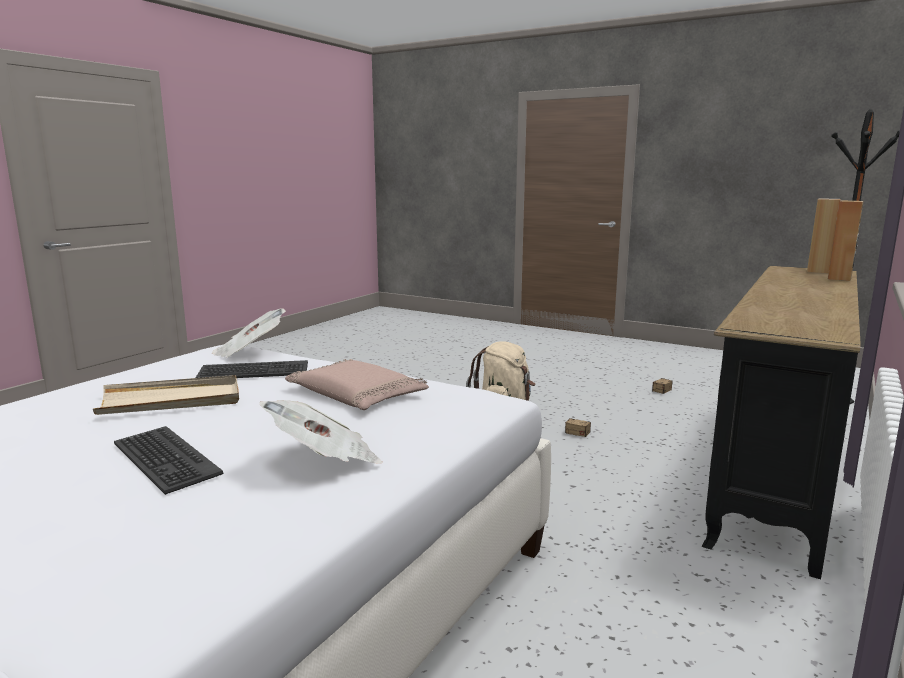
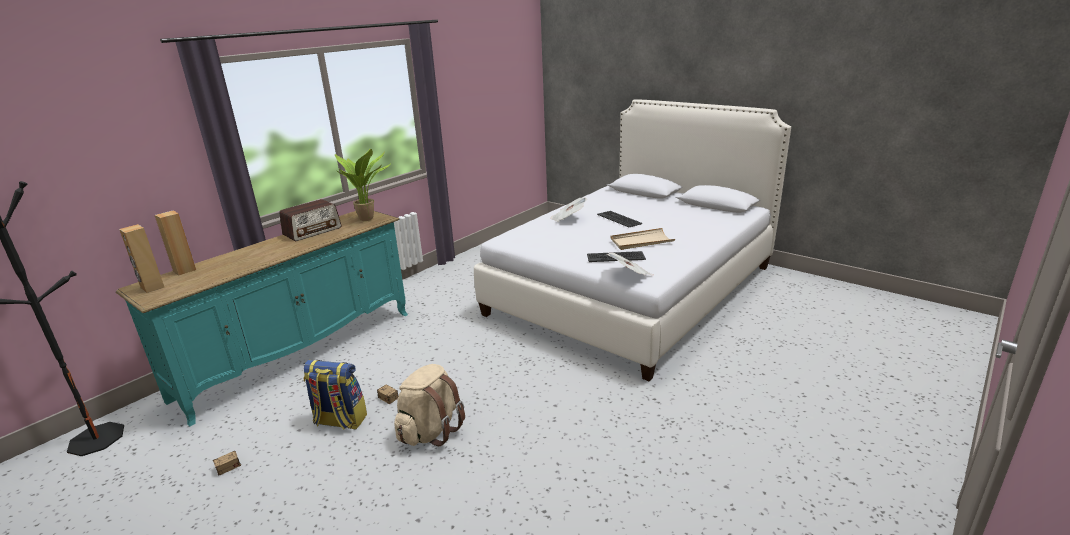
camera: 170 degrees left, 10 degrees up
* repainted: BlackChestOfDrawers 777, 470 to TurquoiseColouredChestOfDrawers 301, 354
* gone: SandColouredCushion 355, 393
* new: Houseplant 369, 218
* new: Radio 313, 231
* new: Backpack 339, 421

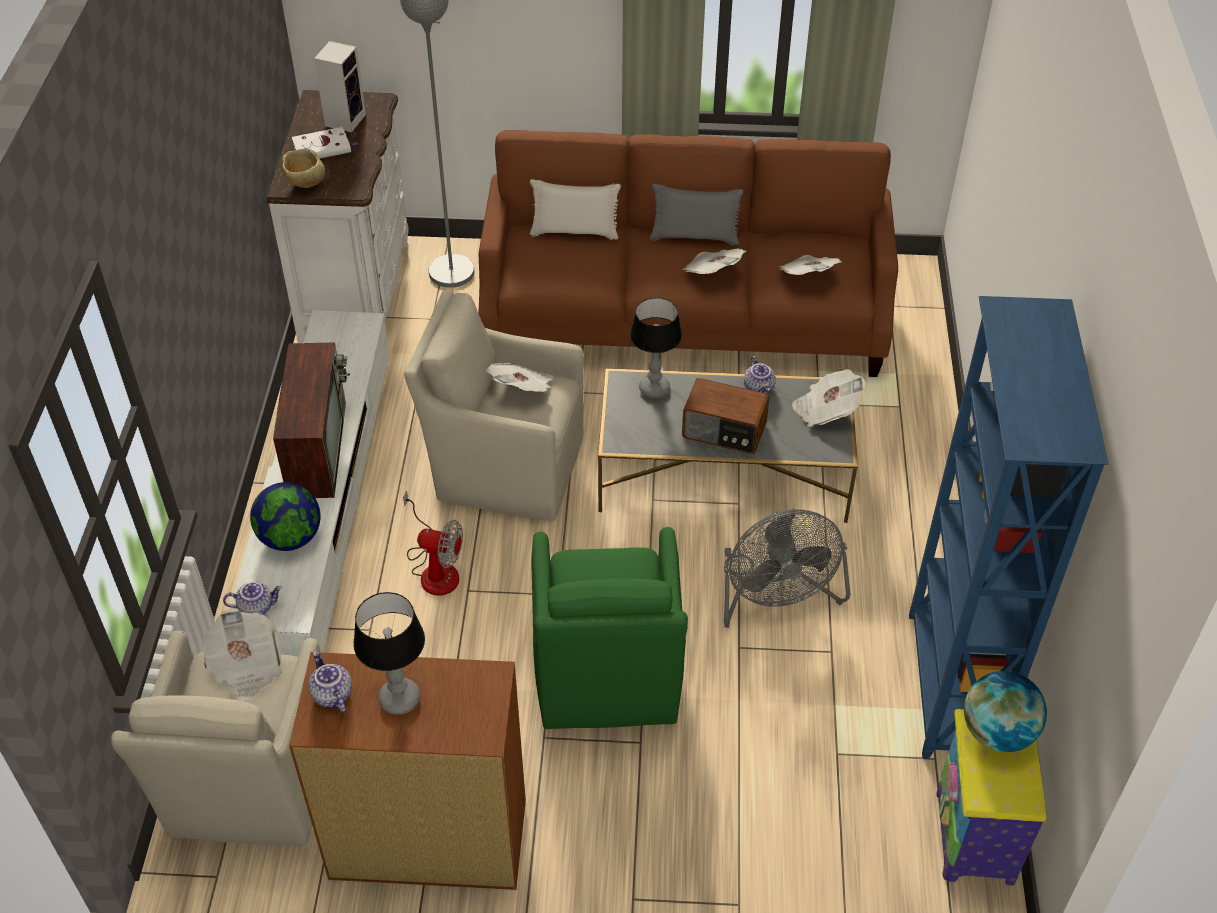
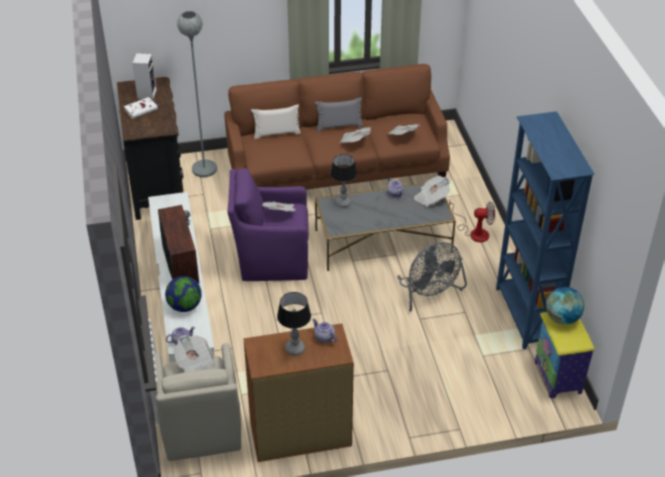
camera: 15 degrees left, 5 degrees down
* repainted: WhitishChestOfDrawers 359, 292 to BlackChestOfDrawers 158, 187
* gone: SandColouredBowl 305, 183
* repainted: SandColouredArmchair 505, 467 to PurpleColouredArmchair 271, 259
* gone: Radio 724, 431
* shifted: CoolingFan 435, 569 to 474, 232
* gone: GreenishArmchair 606, 676
* shifted: PotForTea 331, 694 to 324, 338

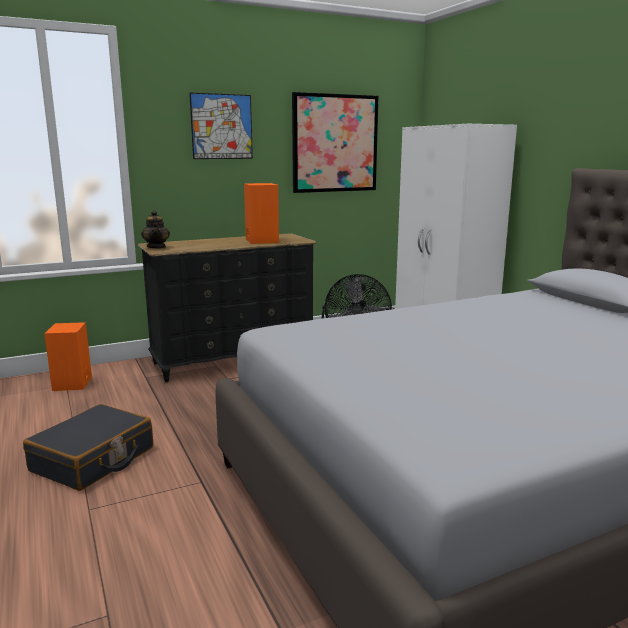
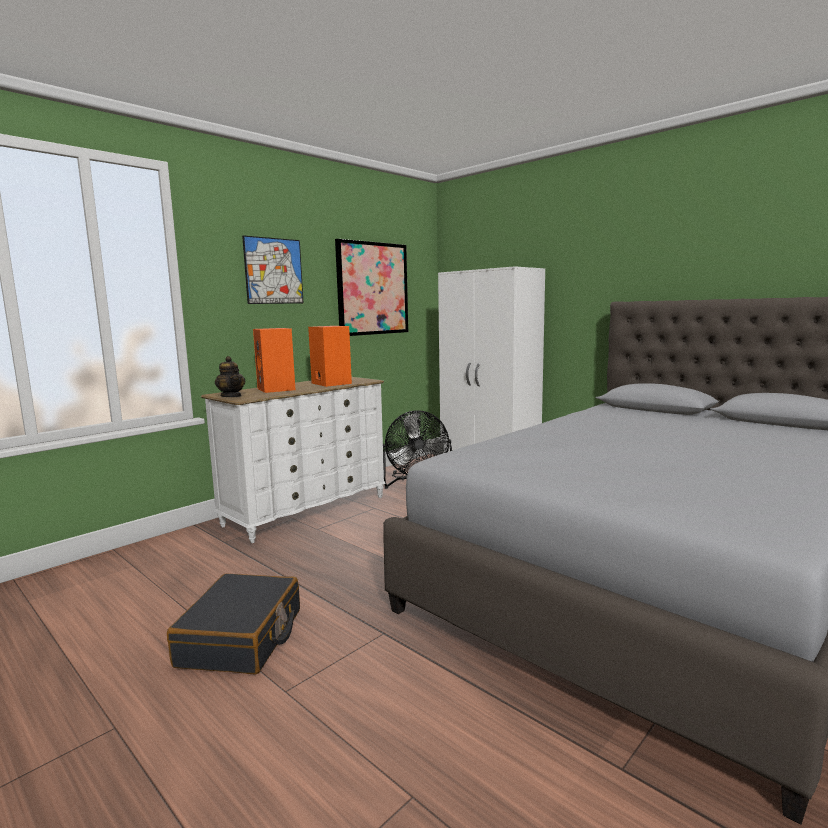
camera: 20 degrees left, 5 degrees down
* repainted: BlackChestOfDrawers 234, 360 to WhitishChestOfDrawers 307, 511
* shifted: OrangeSpeaker 73, 384 to 277, 389

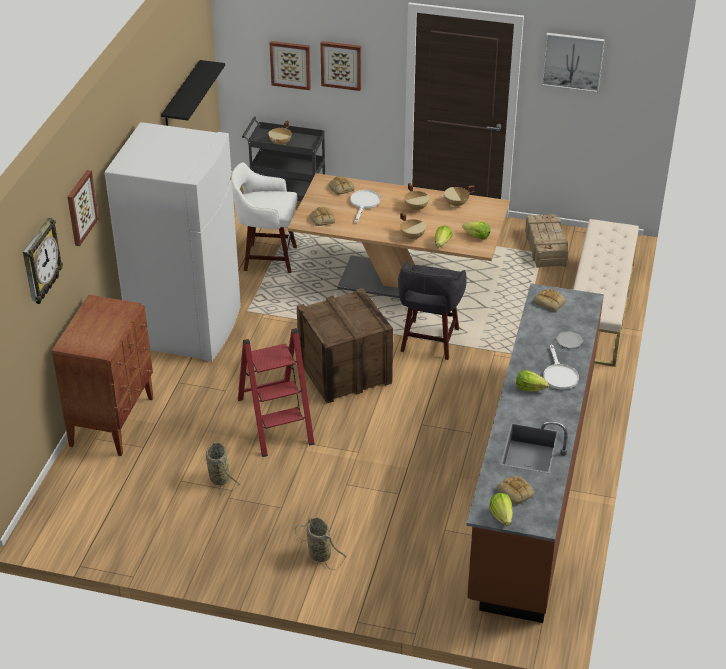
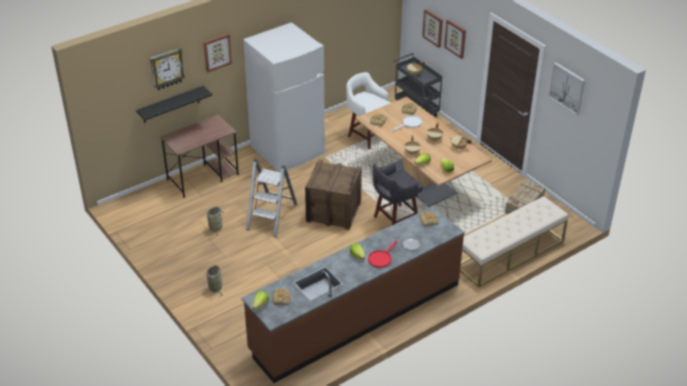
camera: 40 degrees right, 0 degrees up
* shifted: BlackBracketShelf 181, 98 to 171, 105
* swapped: BrownishChestOfDrawers 114, 421 to BrownishDeskTable 203, 177
* repainted: RedColouredStepladder 275, 420 to GreyStepladder 272, 216
* repainted: WhitishFryingPan 559, 375 to RedColouredFryingPan 381, 258

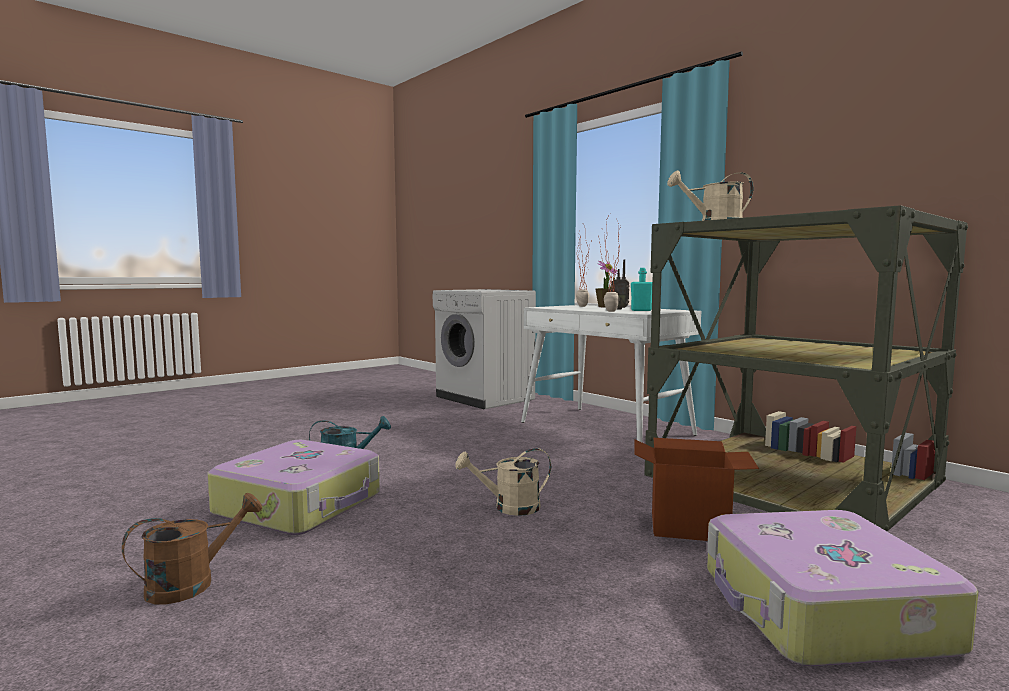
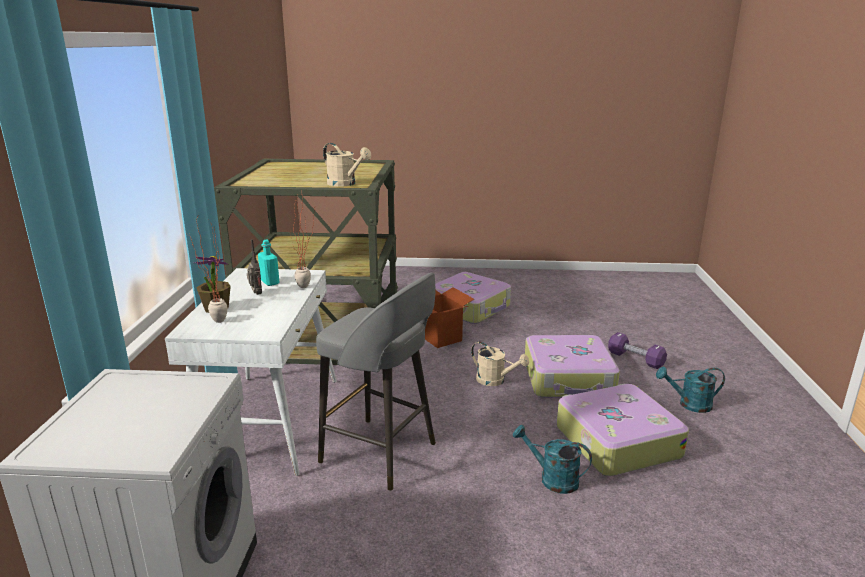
camera: 135 degrees left, 15 degrees up
* repainted: BrownishWateringCan 192, 583 to TurquoiseColouredWateringCan 689, 404
* new: GreyStool 381, 454
* new: PurpleColouredFreeWeight 635, 359
* new: TravelCase 569, 379

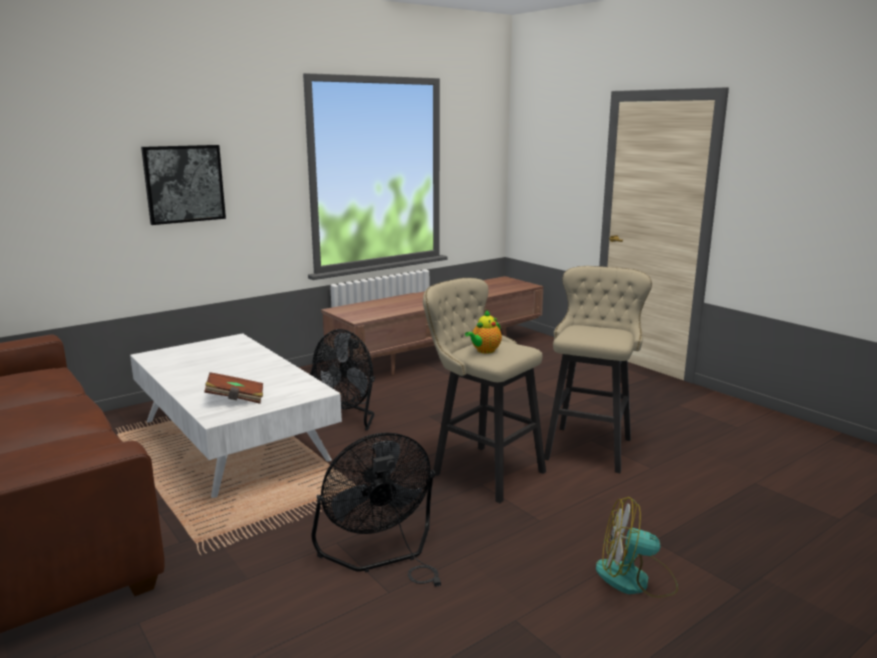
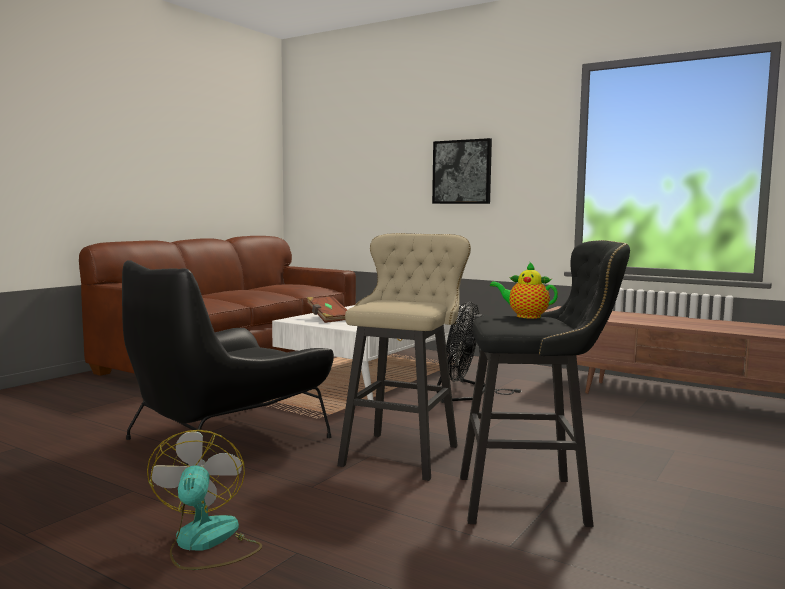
camera: 70 degrees right, 10 degrees down
* repainted: SandColouredStool 590, 444 to BlackStool 539, 500
* shifted: PotForTea 484, 351 to 525, 316
* swapped: BlackCoolingFan 387, 554 to BlackArmchair 226, 437

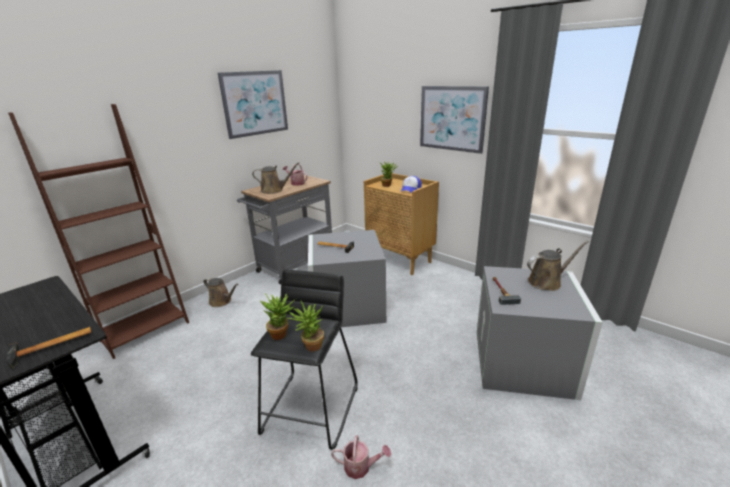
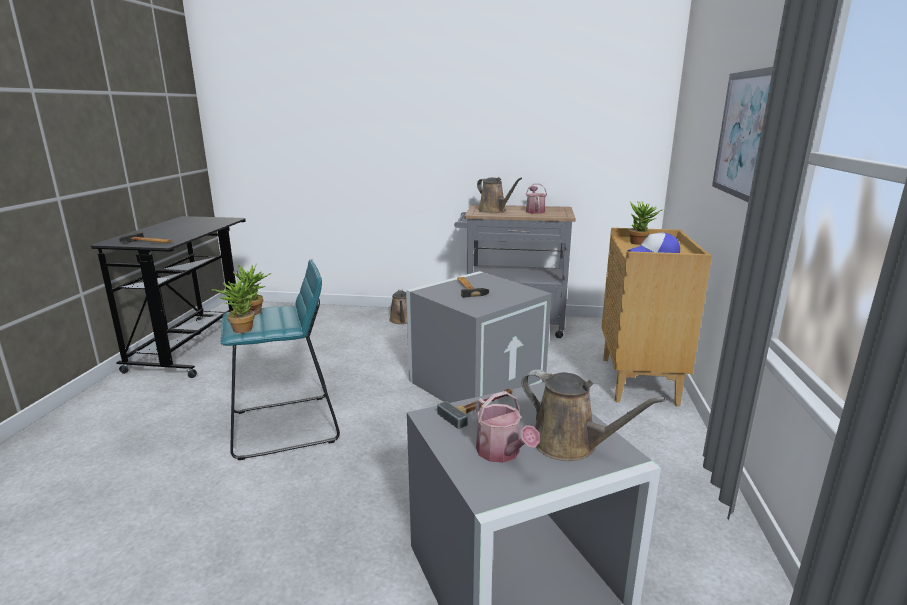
camera: 55 degrees right, 5 degrees down
* gone: WallPicture 255, 103
* gone: BrownishShelvingUnit 145, 331
* repainted: BlackStool 311, 409 to TurquoiseColouredStool 285, 426
* shifted: WateringCan 361, 467 to 501, 453

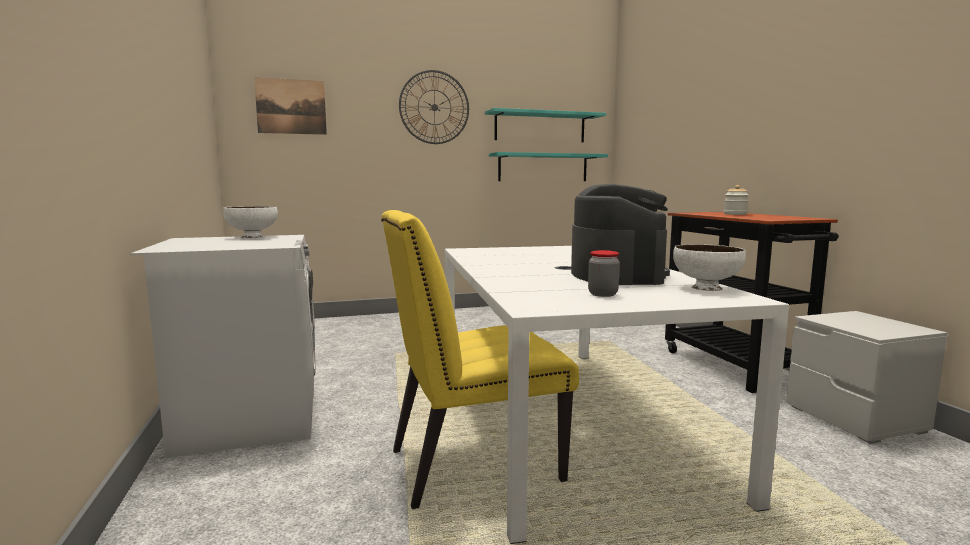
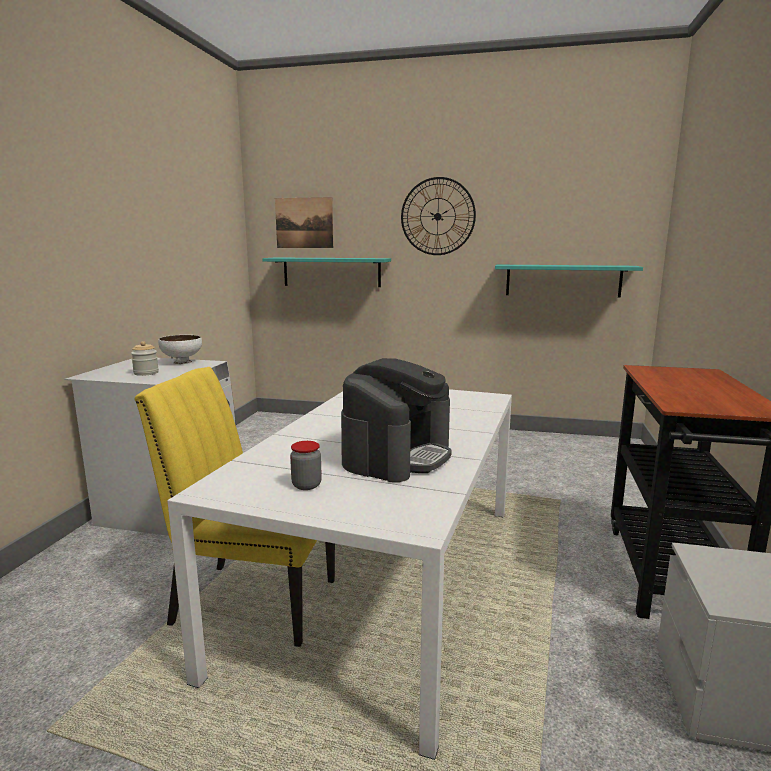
camera: 30 degrees right, 5 degrees up
* shifted: TurquoiseColouredBracketShelf 540, 127 to 331, 272
* shifted: Jar 735, 214 to 146, 373
* gone: WhitishBowl 705, 288

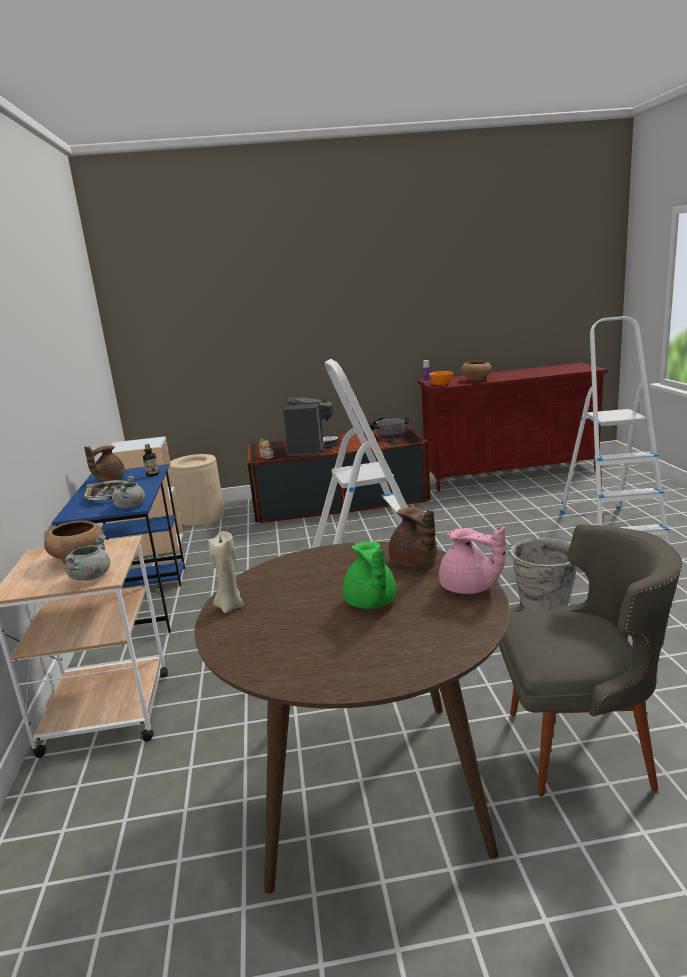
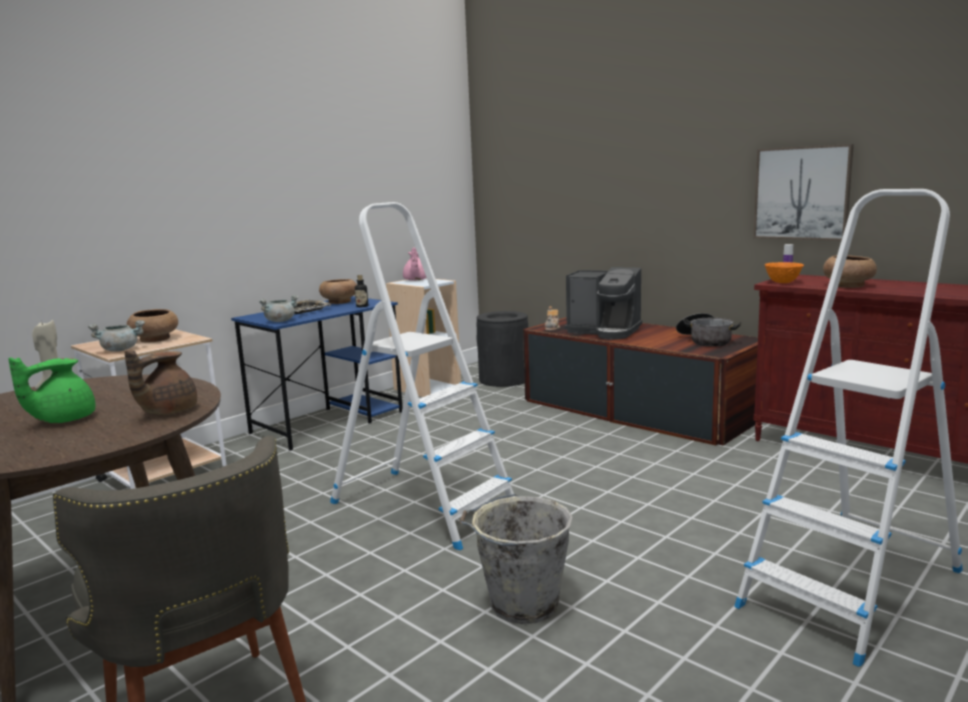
camera: 50 degrees right, 5 degrees down
* rotated: CoffeeBrewer 310, 448 = 605, 332 60 degrees clockwise
* swapped: BrownishPotForTea 109, 479 to BrownishBowl 339, 302
* repainted: SandColouredTrashCan 201, 517 to BlackTrashCan 504, 379
* shifted: PinkPotForTea 469, 588 to 415, 280
* new: WallPicture 802, 193

